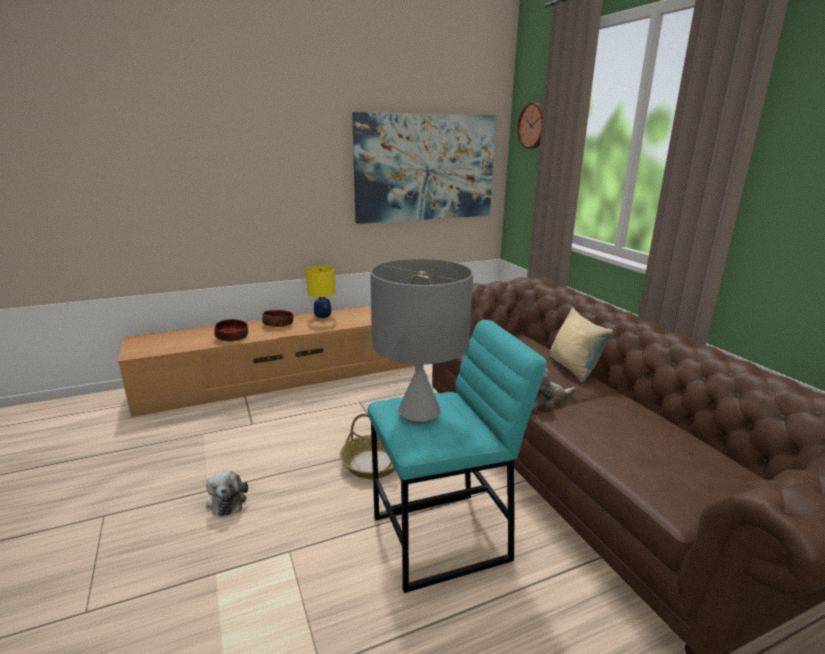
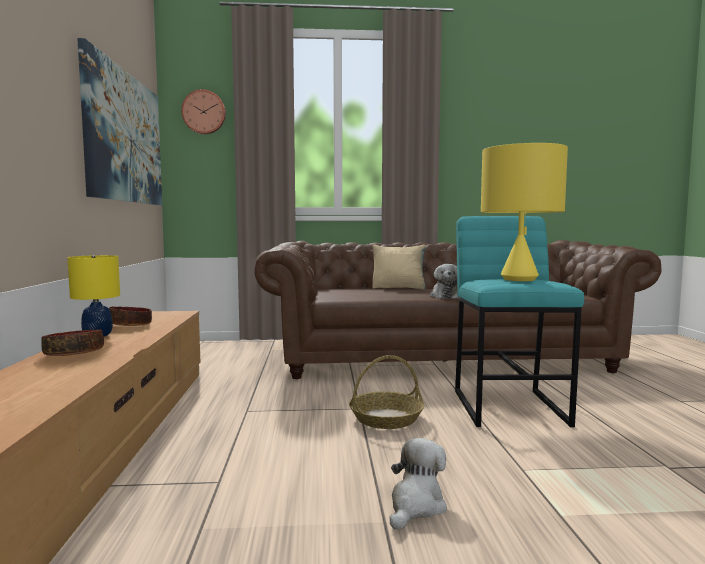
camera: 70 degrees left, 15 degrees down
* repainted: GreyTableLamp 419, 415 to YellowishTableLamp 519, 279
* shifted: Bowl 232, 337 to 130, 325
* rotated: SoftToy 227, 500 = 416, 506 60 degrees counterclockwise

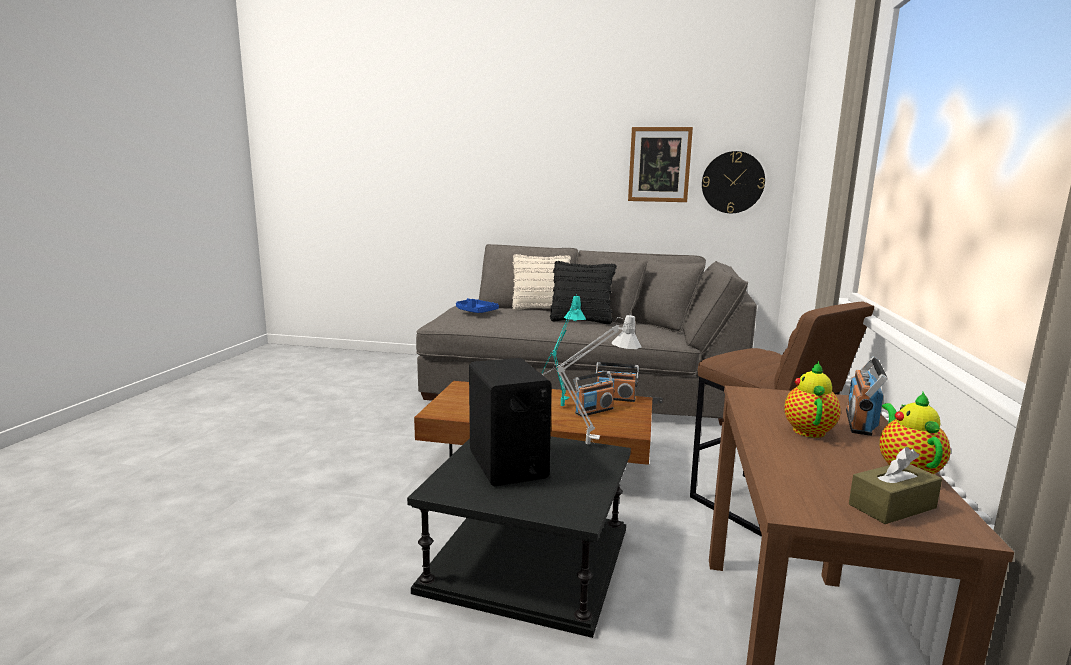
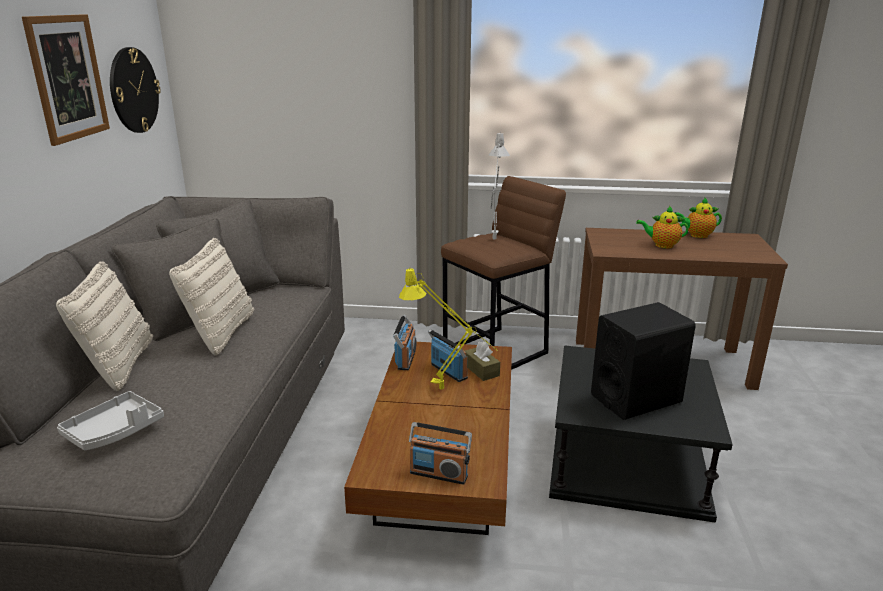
camera: 95 degrees left, 10 degrees up
* repainted: BlackCushion 581, 321 to SandColouredCushion 221, 334
* repainted: TurquoiseColouredTableLamp 560, 409 to YellowishTableLamp 448, 391
* repainted: BlueServingTray 475, 312 to GreyServingTray 115, 431
* shifted: GreyTableLamp 580, 444 to 494, 242
* shifted: Radio 859, 422 to 439, 474
* shifted: BrownishBoxOfTissues 892, 506 to 481, 370

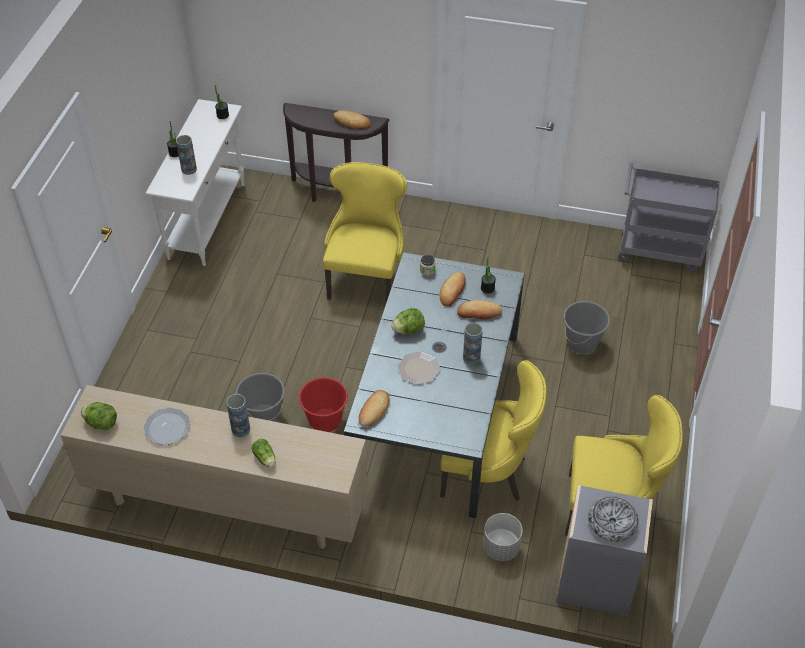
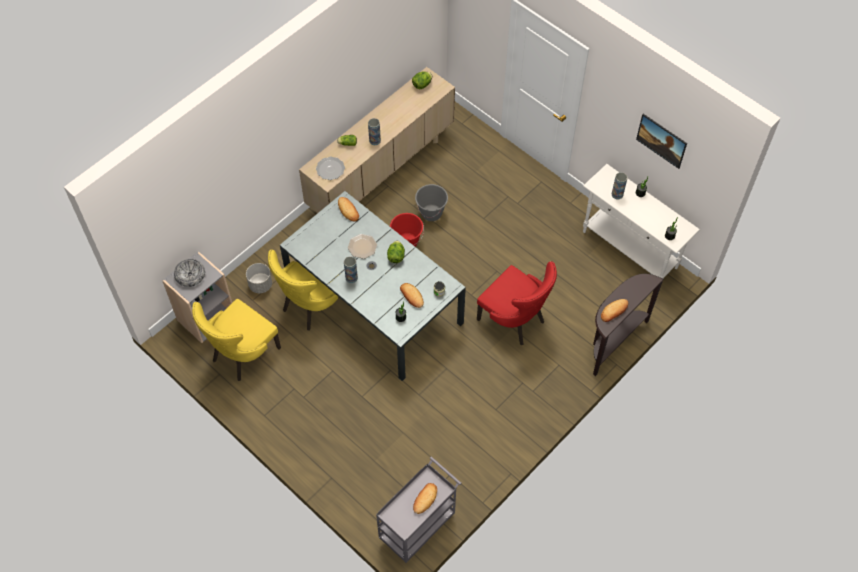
camera: 120 degrees right, 10 degrees up
* repainted: YellowishChair 366, 277 to RedColouredChair 514, 320
* shifted: BakedBread 479, 313 to 425, 499
* gone: GreyBucket 582, 343
* shifted: FlatDish 167, 428 to 330, 169
* new: WallPicture 659, 147

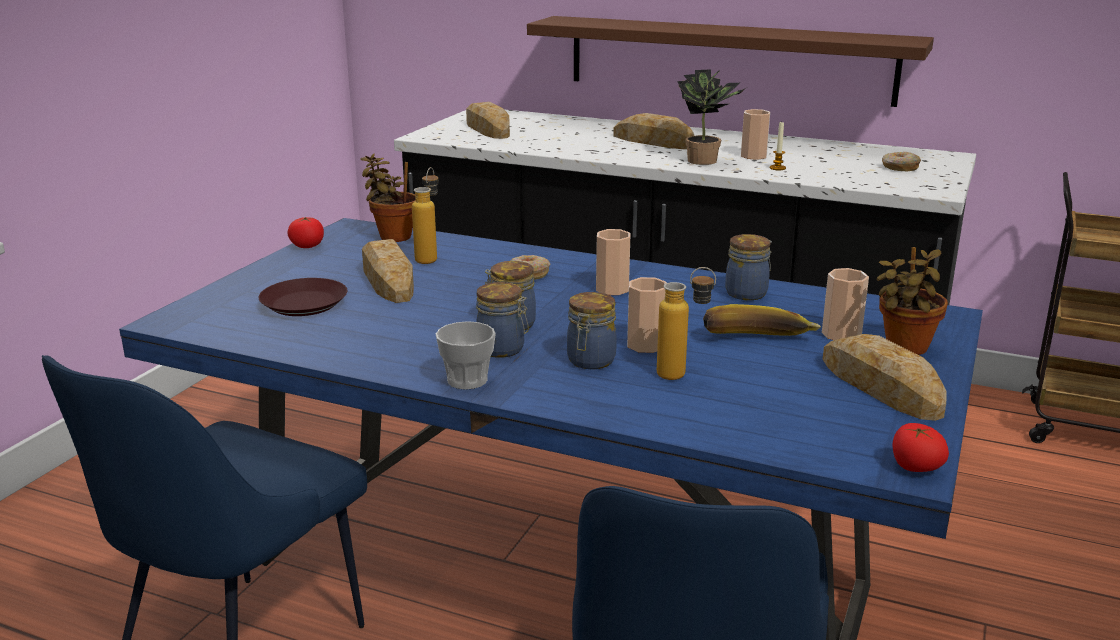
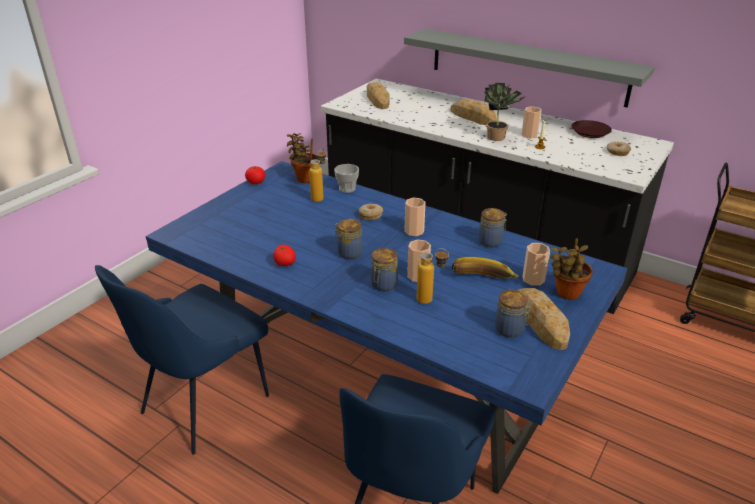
camera: 10 degrees right, 10 degrees up
* repainted: BrownishBracketShelf 728, 59 to GreyBracketShelf 526, 66
* gone: BakedBread 388, 280
* shifted: BrownishFlatDish 304, 304 to 590, 132
* shifted: Jar 503, 349 to 510, 330
* shifted: SmallCup 467, 380 to 347, 189
* shifted: WholeTomato 915, 467 to 285, 263

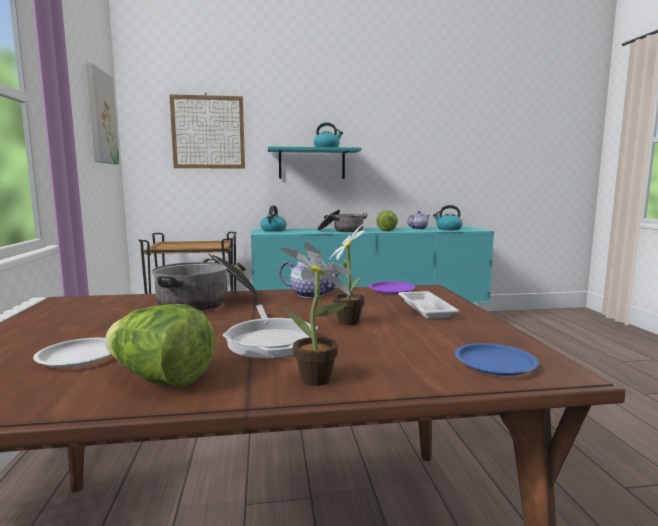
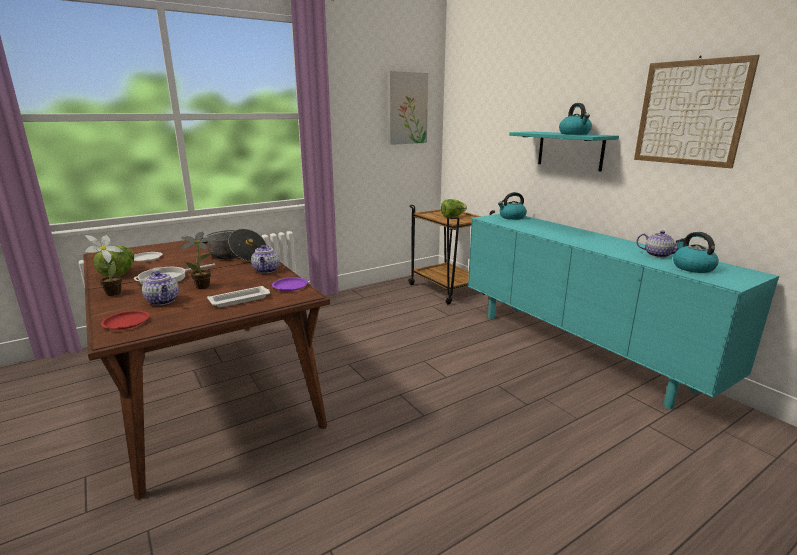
camera: 65 degrees right, 10 degrees up
* shifted: WallPicture 208, 131 to 690, 111
* gone: CookingPot 341, 231
* shifted: Lettuce 385, 230 to 452, 217
* repainted: BlueFlatDish 494, 364 to RedColouredFlatDish 126, 323
* new: PotForTea 163, 301

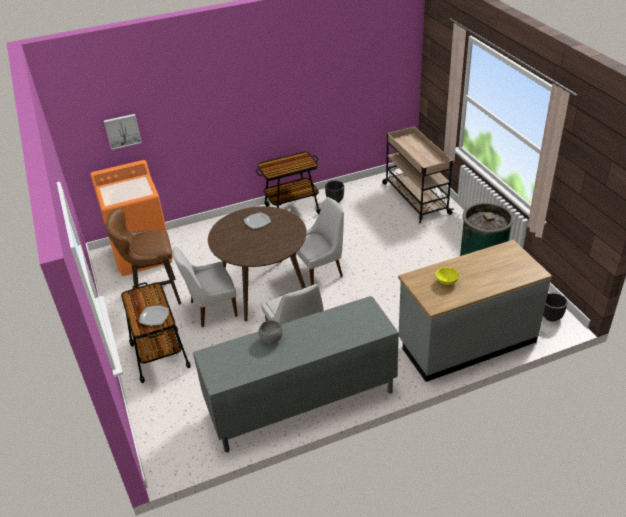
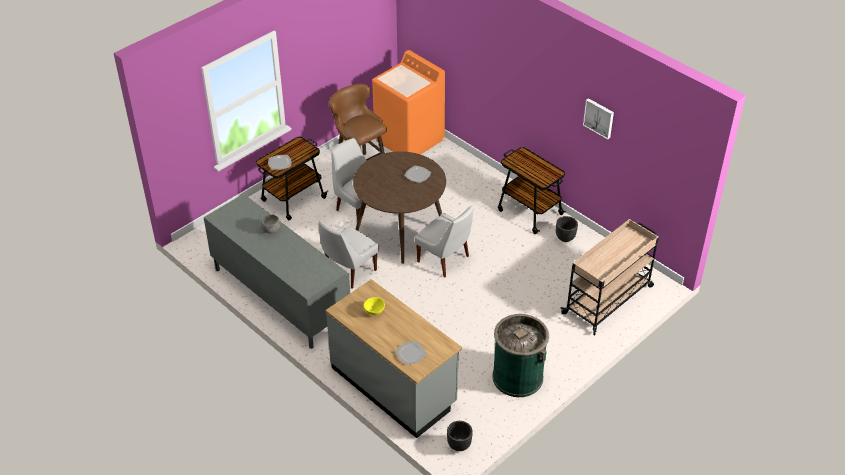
camera: 65 degrees right, 5 degrees up
* shifted: WallPicture 122, 131 to 599, 118
* new: FlatDish 411, 353

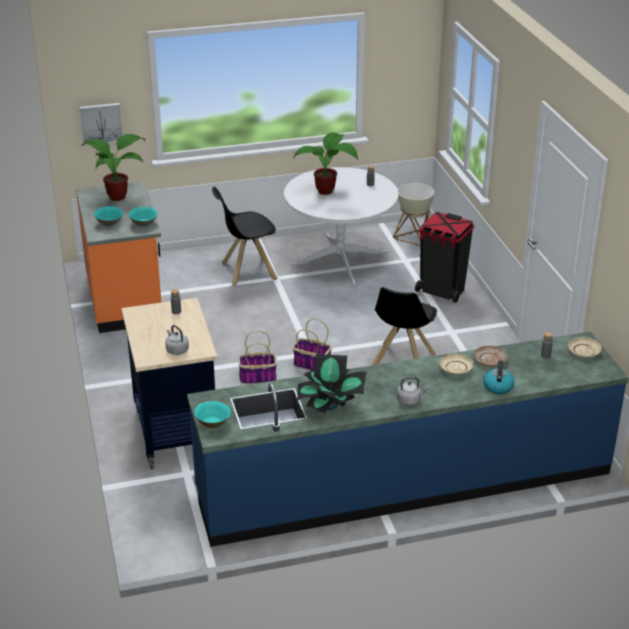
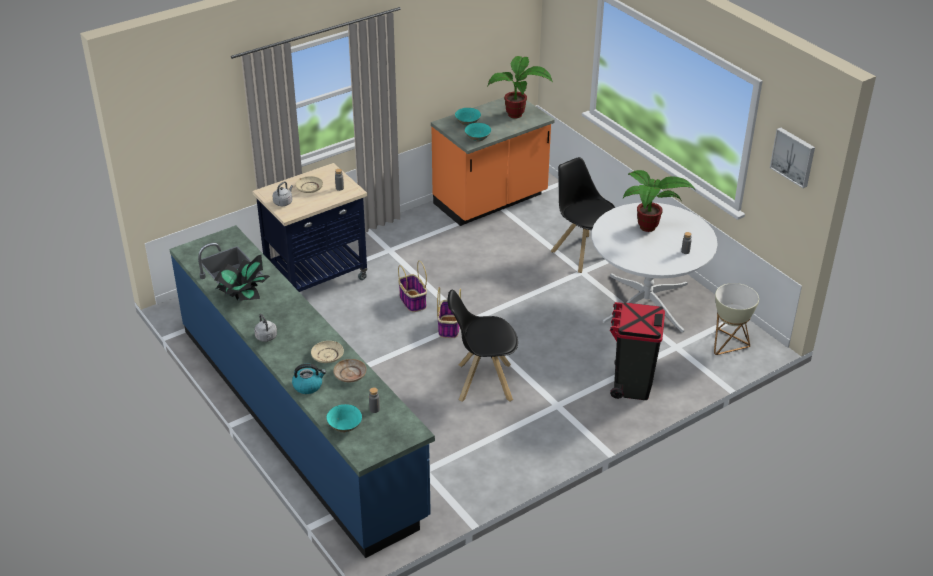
camera: 70 degrees right, 5 degrees up
* shifted: WallPicture 101, 123 to 793, 157
* shifted: SandColouredFlatDish 584, 351 to 309, 188
* shifted: TurquoiseColouredBowl 213, 423 to 344, 427

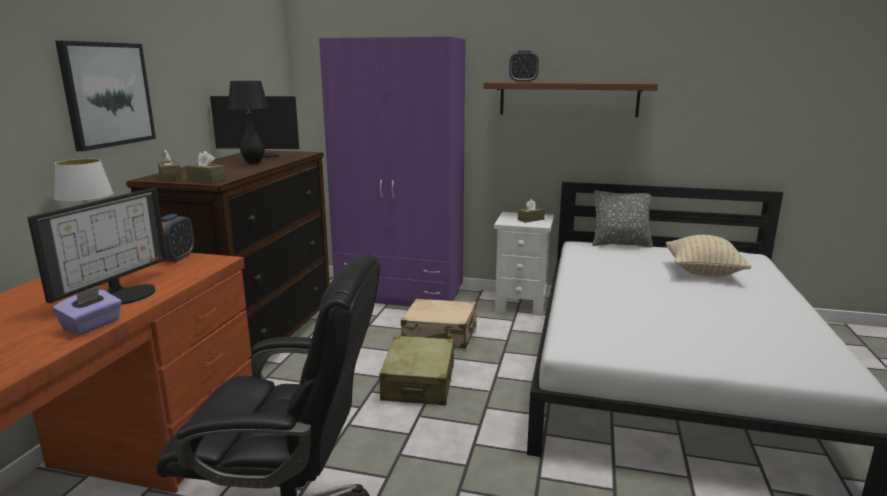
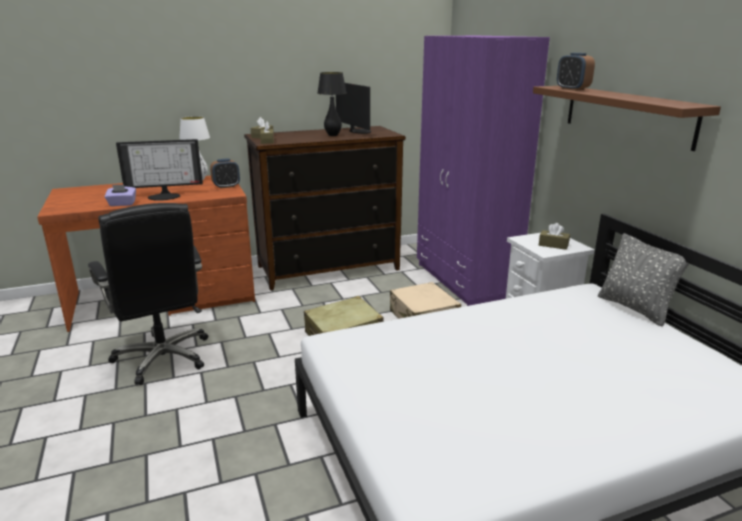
camera: 55 degrees right, 5 degrees up
* gone: WallPicture 107, 94
* gone: SandColouredCushion 703, 272

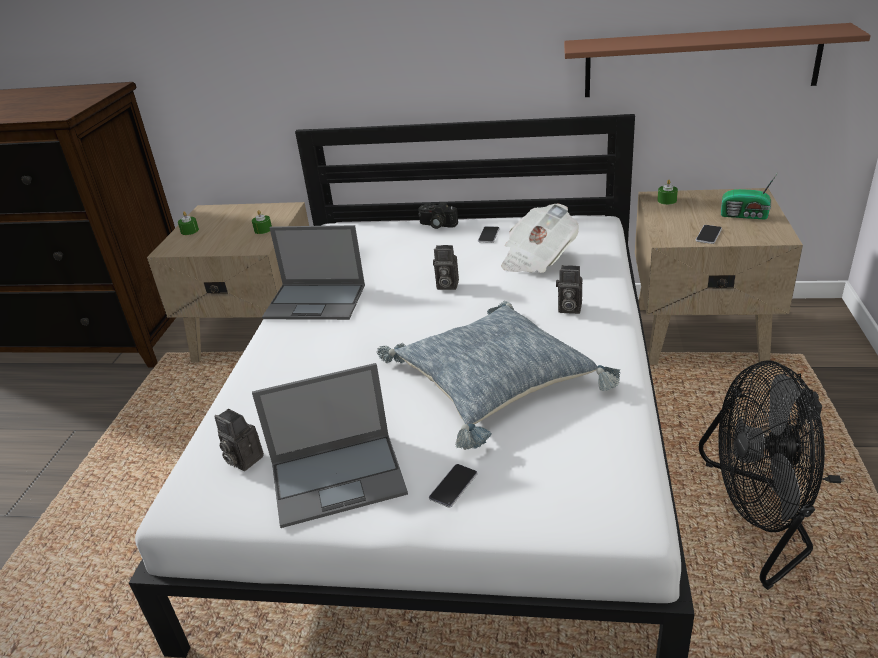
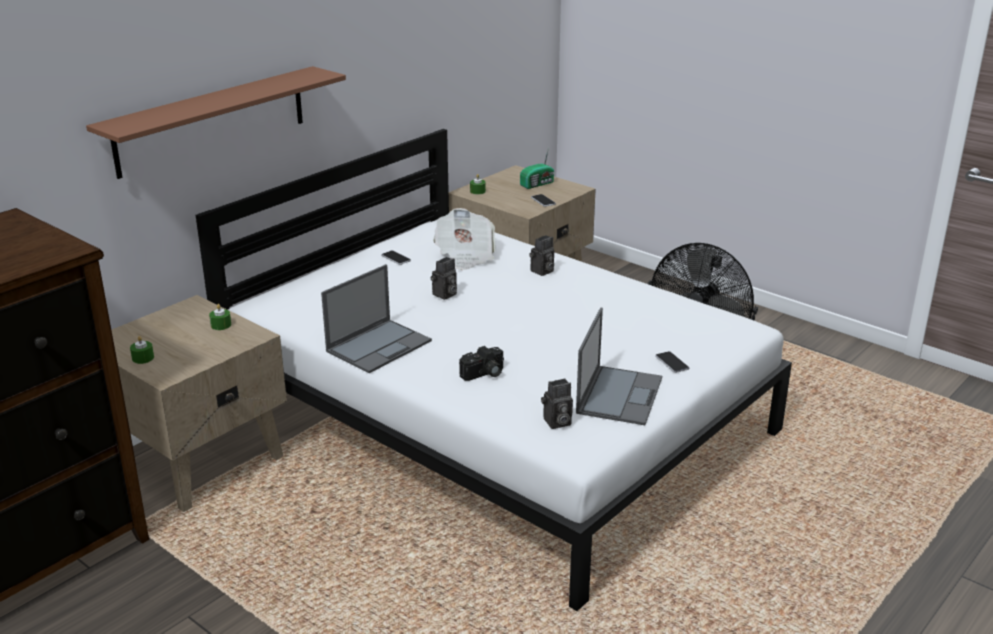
camera: 60 degrees left, 5 degrees down
* shifted: BrownishBracketShelf 700, 62 to 212, 121
* shifted: StillCamera 437, 225 to 484, 374
* gone: Cushion 493, 377

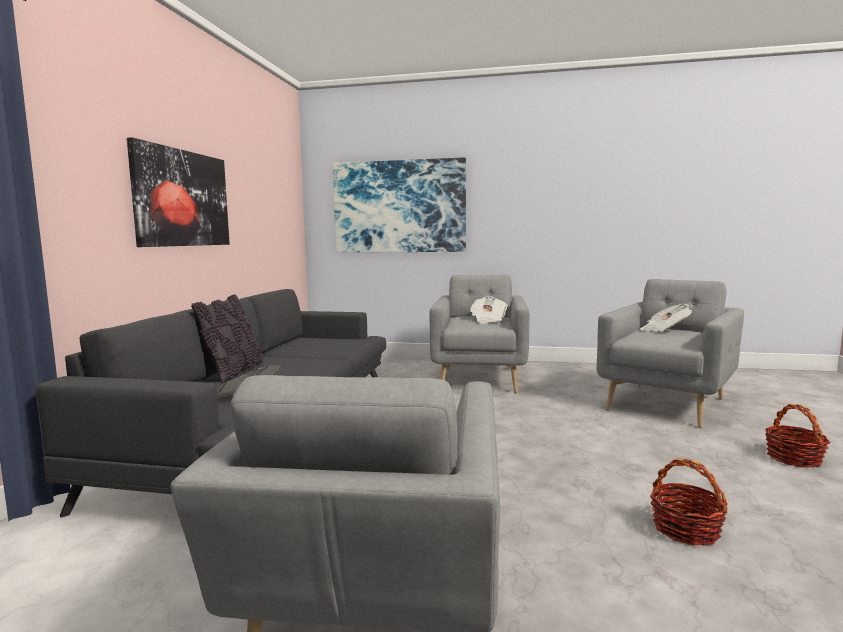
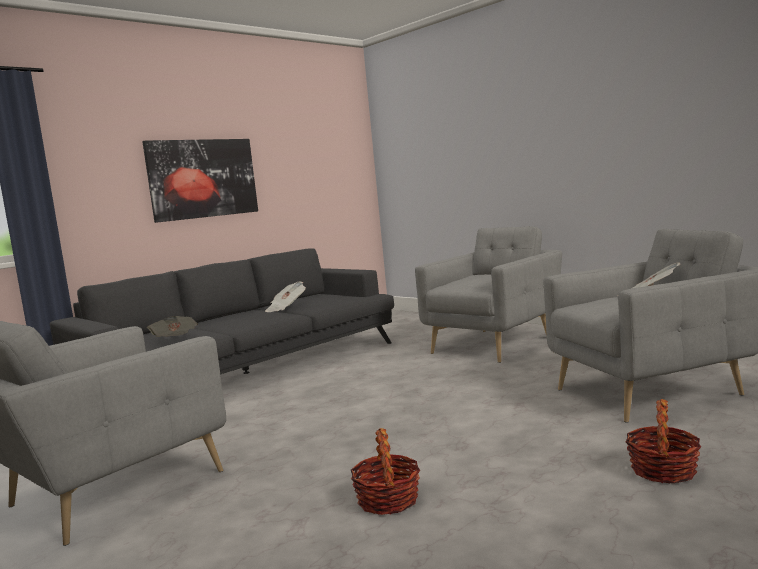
camera: 35 degrees right, 0 degrees up
* gone: WallPicture 399, 207
* gone: BlackCushion 233, 372
* shifted: Newspaper 488, 320 to 286, 308

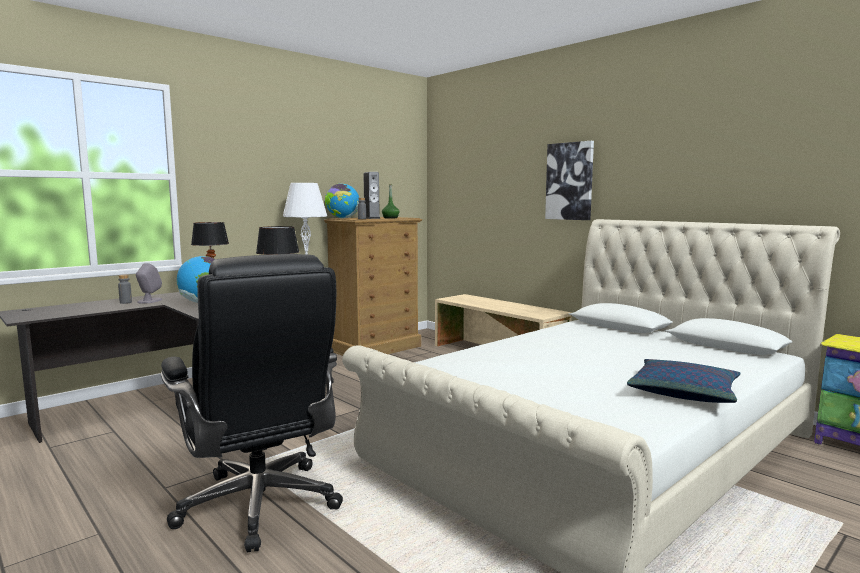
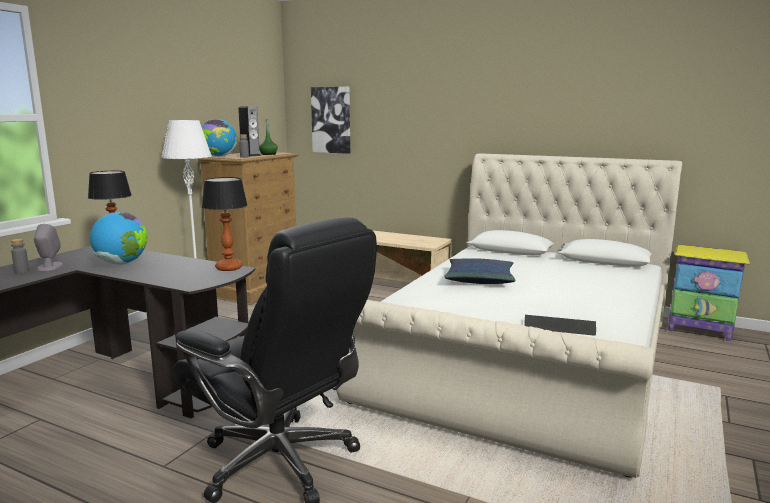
camera: 20 degrees left, 5 degrees up
* shifted: WallPicture 570, 181 to 331, 120
* shifted: BlueCushion 684, 393 to 479, 280
* new: Keyboard 559, 327

